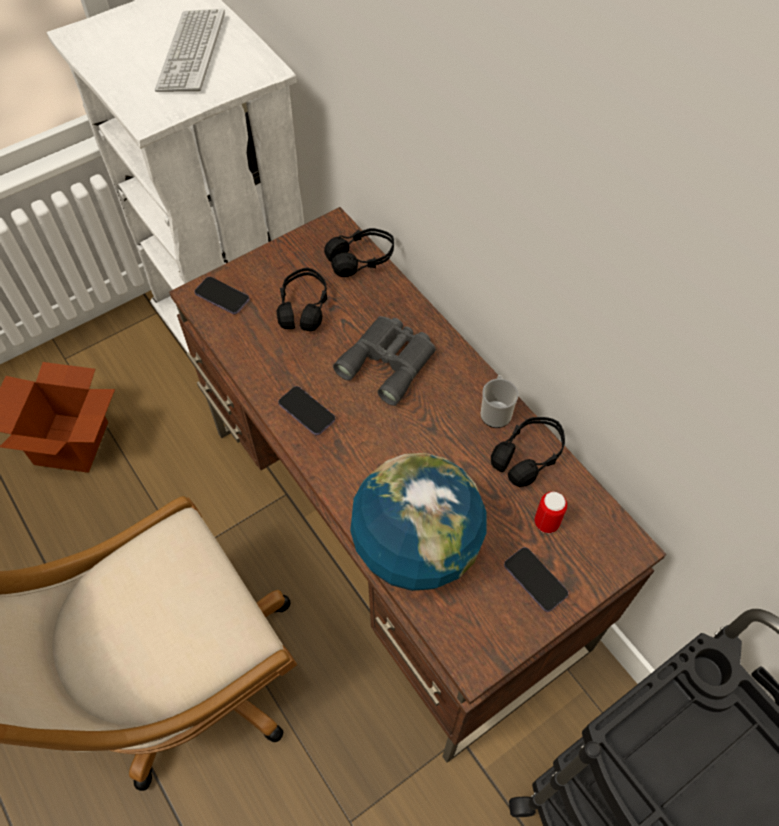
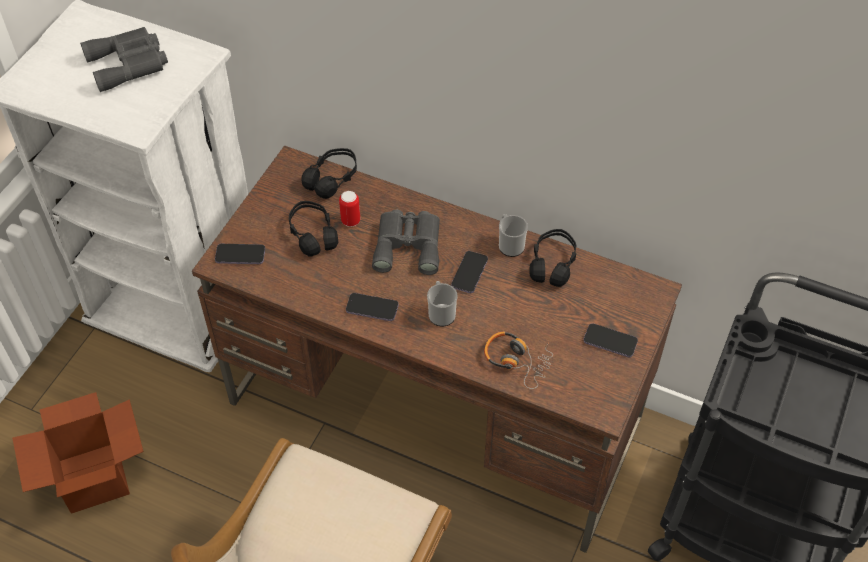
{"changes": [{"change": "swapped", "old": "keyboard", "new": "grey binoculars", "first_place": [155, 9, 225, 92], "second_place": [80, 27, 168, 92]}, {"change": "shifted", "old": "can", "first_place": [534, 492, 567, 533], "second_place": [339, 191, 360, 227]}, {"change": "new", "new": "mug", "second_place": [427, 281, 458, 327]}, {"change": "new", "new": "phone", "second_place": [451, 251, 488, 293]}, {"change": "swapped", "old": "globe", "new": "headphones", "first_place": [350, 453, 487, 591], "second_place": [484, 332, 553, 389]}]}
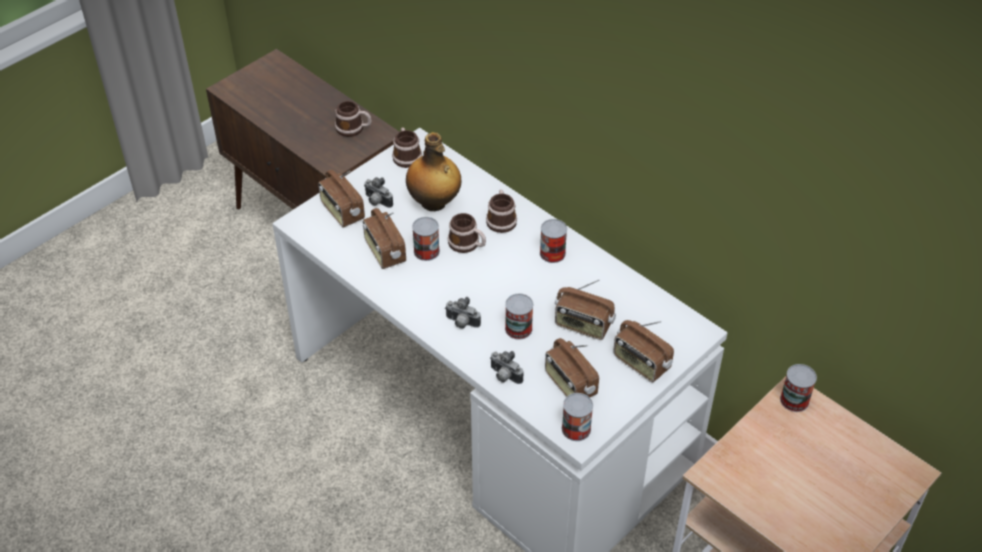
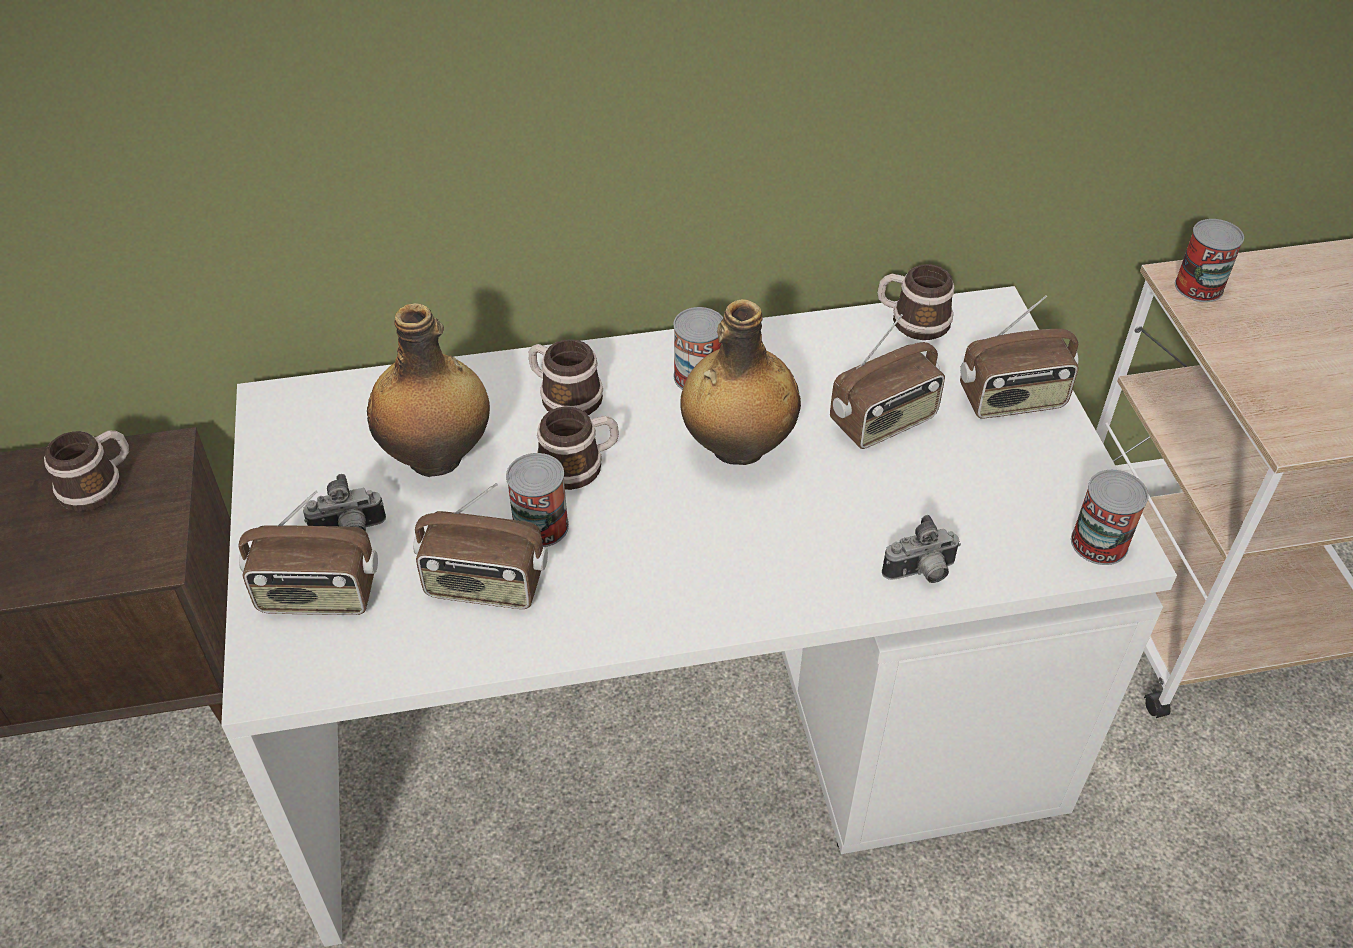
{"changes": [{"change": "new", "new": "bottle", "second_place": [681, 299, 801, 465]}, {"change": "shifted", "old": "mug", "first_place": [392, 128, 422, 168], "second_place": [877, 264, 955, 340]}, {"change": "gone", "old": "photo camera", "first_place": [445, 297, 481, 329]}, {"change": "gone", "old": "can", "first_place": [505, 294, 533, 340]}, {"change": "gone", "old": "radio", "first_place": [545, 338, 599, 397]}]}
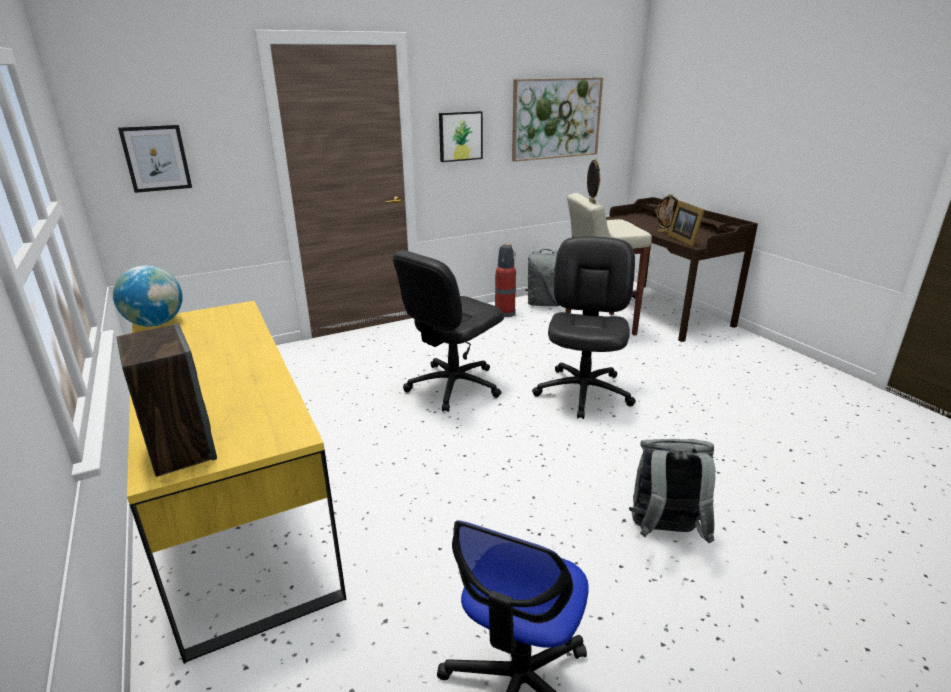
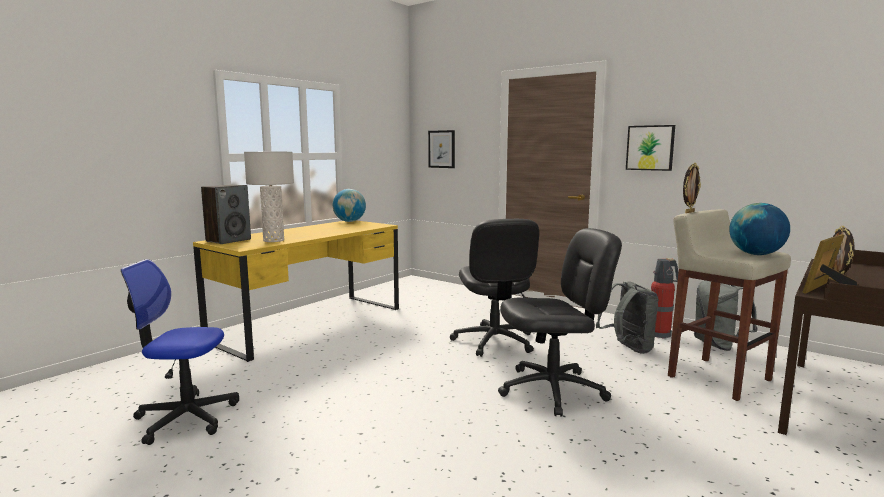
{"changes": [{"change": "new", "new": "white table lamp", "second_place": [244, 152, 294, 242]}, {"change": "rotated", "old": "black office chair", "first_place": [393, 251, 504, 412], "second_place": [450, 219, 539, 357], "degrees": -120}, {"change": "shifted", "old": "grey backpack", "first_place": [629, 439, 715, 543], "second_place": [596, 281, 659, 354]}, {"change": "new", "new": "globe", "second_place": [729, 203, 790, 255]}, {"change": "gone", "old": "picture", "first_place": [512, 78, 603, 162]}]}
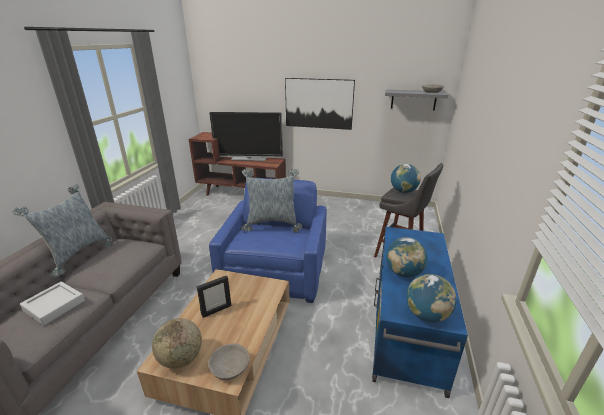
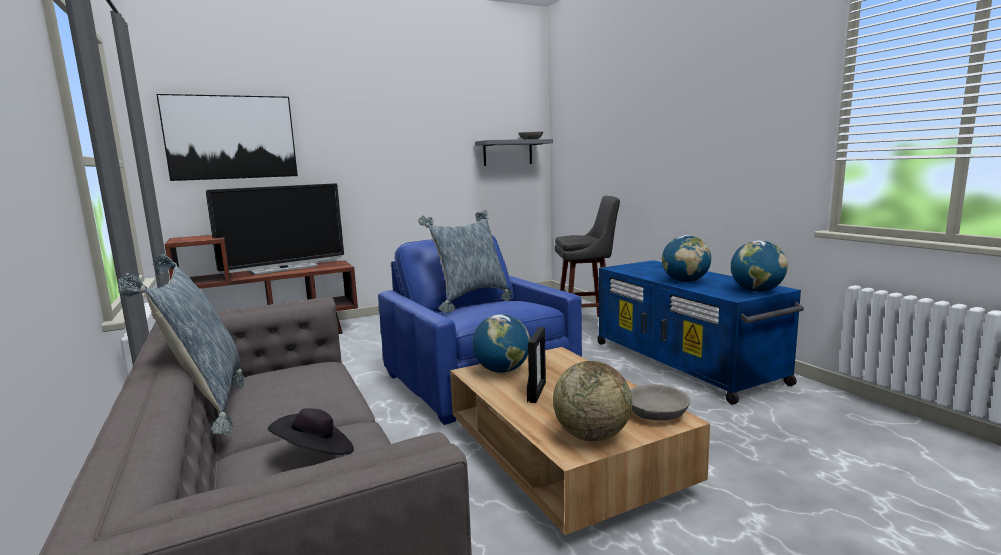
{"changes": [{"change": "shifted", "old": "picture", "first_place": [285, 78, 355, 130], "second_place": [156, 94, 298, 181]}, {"change": "swapped", "old": "grey tray", "new": "black hat", "first_place": [20, 282, 85, 326], "second_place": [268, 408, 354, 455]}, {"change": "shifted", "old": "globe", "first_place": [391, 164, 421, 193], "second_place": [472, 314, 530, 373]}]}
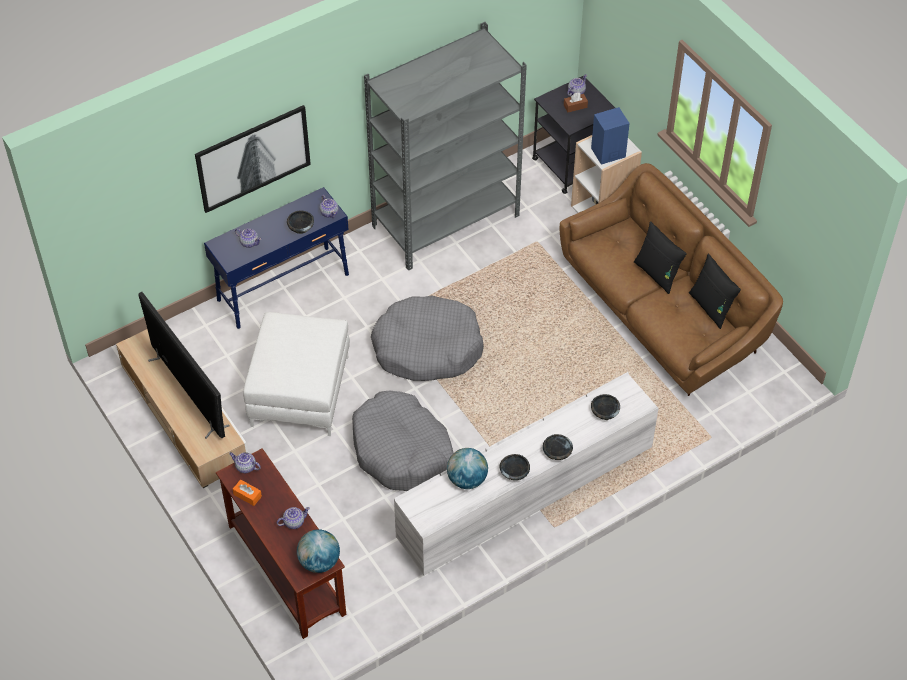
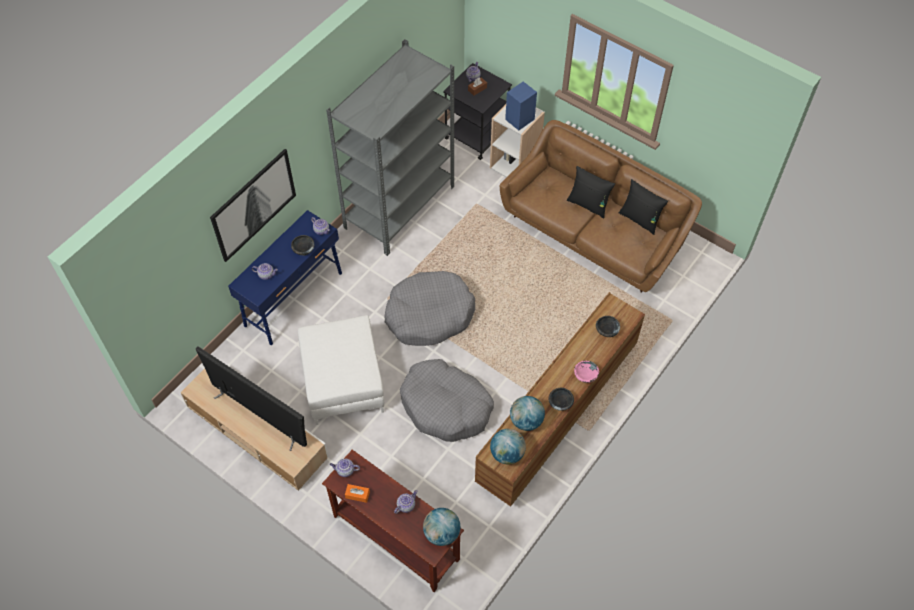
{"changes": [{"change": "repainted", "old": "white cabinet", "new": "brown cabinet", "first_place": [394, 372, 659, 575], "second_place": [475, 292, 645, 507]}, {"change": "new", "new": "globe", "second_place": [490, 429, 526, 465]}, {"change": "repainted", "old": "black bowl", "new": "pink bowl", "first_place": [543, 434, 573, 460], "second_place": [574, 360, 599, 383]}]}
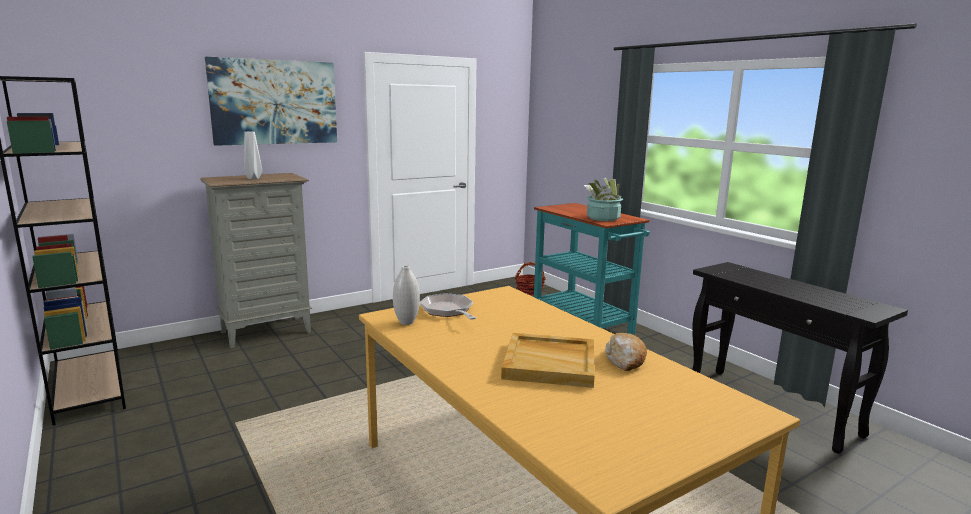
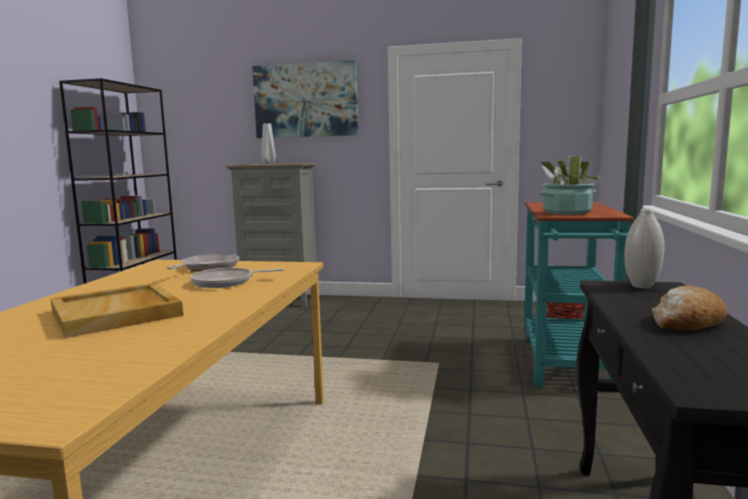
{"changes": [{"change": "new", "new": "frying pan", "second_place": [190, 268, 285, 288]}, {"change": "shifted", "old": "white vase", "first_place": [393, 265, 420, 325], "second_place": [624, 209, 664, 289]}, {"change": "shifted", "old": "bread", "first_place": [605, 333, 647, 371], "second_place": [652, 286, 727, 331]}]}
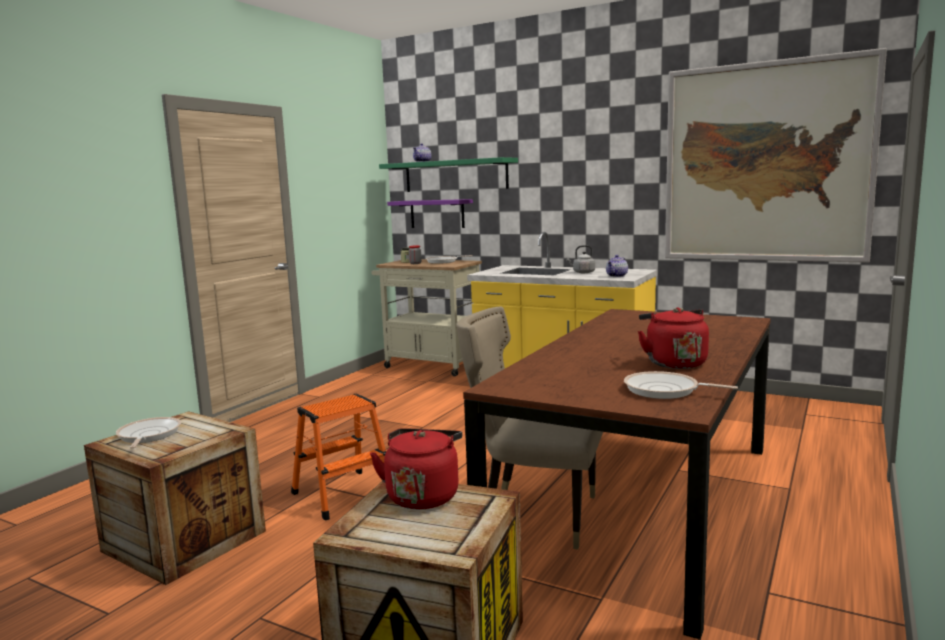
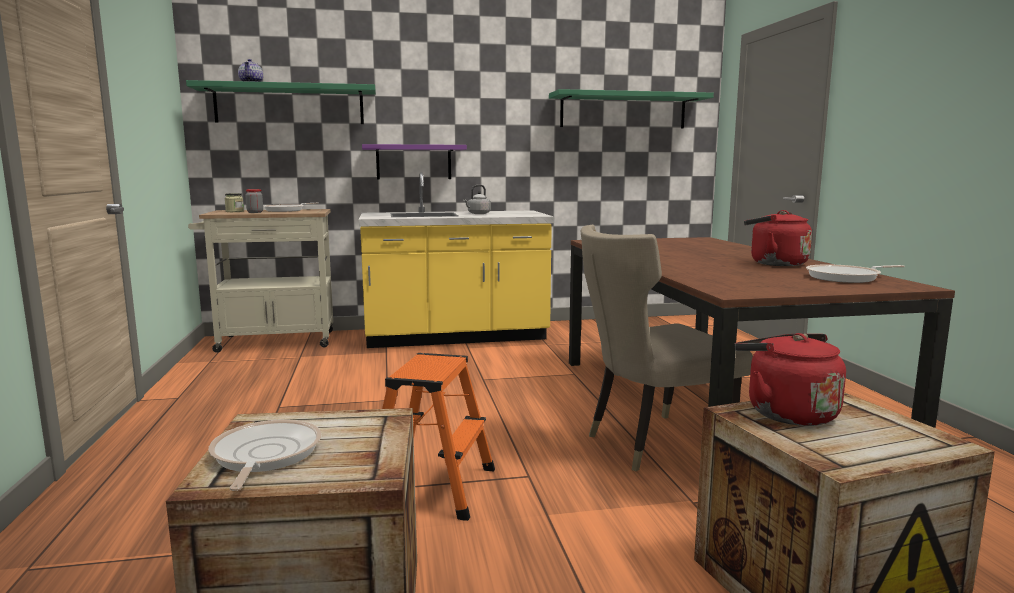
{"changes": [{"change": "rotated", "old": "frying pan", "first_place": [116, 417, 181, 448], "second_place": [209, 420, 322, 491], "degrees": 45}, {"change": "shifted", "old": "purple shelf", "first_place": [387, 199, 473, 228], "second_place": [362, 144, 467, 179]}, {"change": "swapped", "old": "picture", "new": "green shelf", "first_place": [665, 48, 887, 263], "second_place": [549, 89, 714, 129]}, {"change": "gone", "old": "teapot", "first_place": [606, 255, 628, 277]}]}
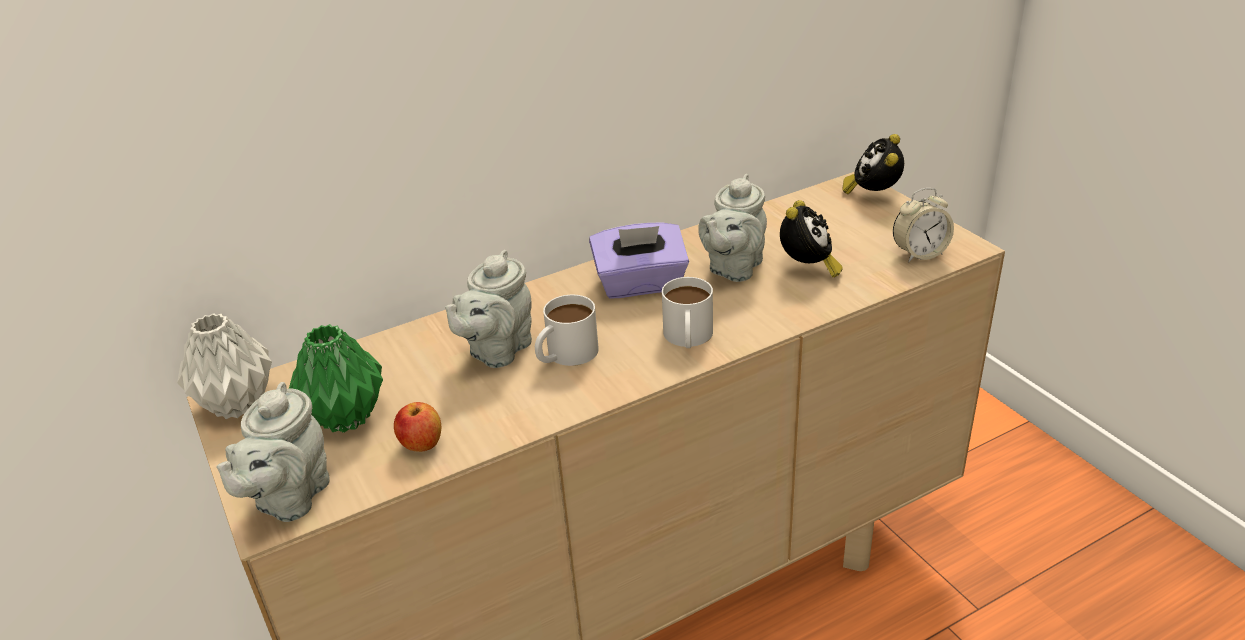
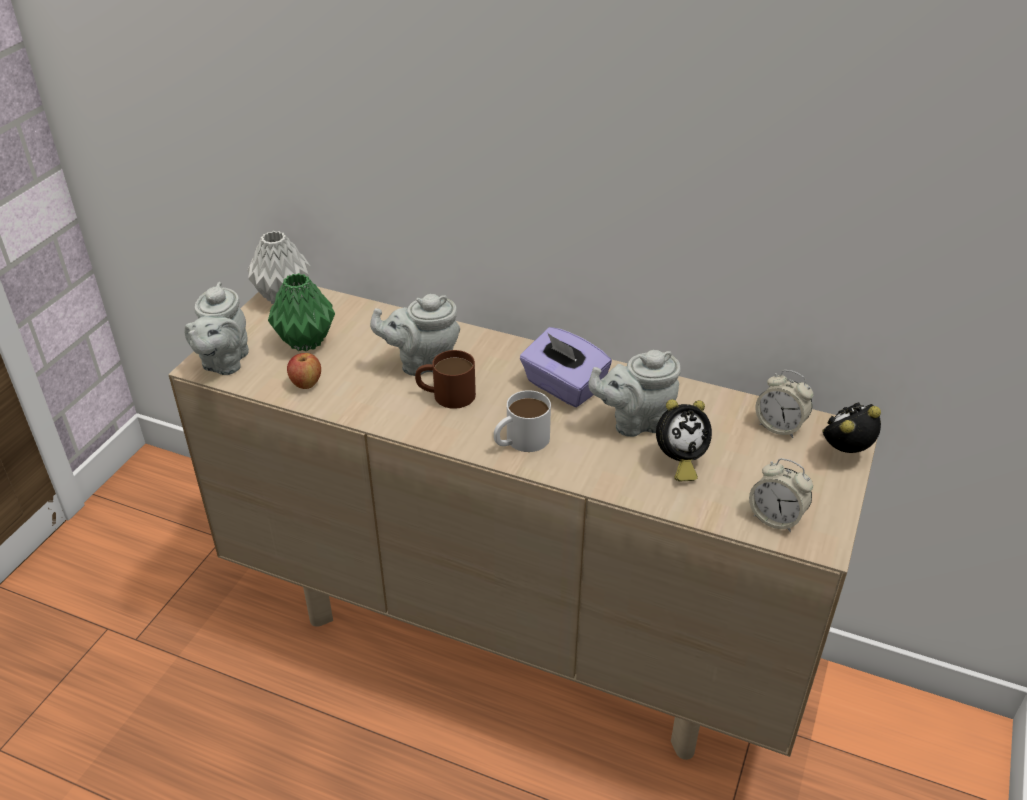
{"changes": [{"change": "rotated", "old": "grey teapot", "first_place": [216, 382, 330, 522], "second_place": [184, 282, 249, 375], "degrees": -60}, {"change": "repainted", "old": "white mug", "new": "brown mug", "first_place": [535, 295, 599, 366], "second_place": [415, 350, 476, 409]}, {"change": "new", "new": "alarm clock", "second_place": [755, 370, 813, 438]}]}
